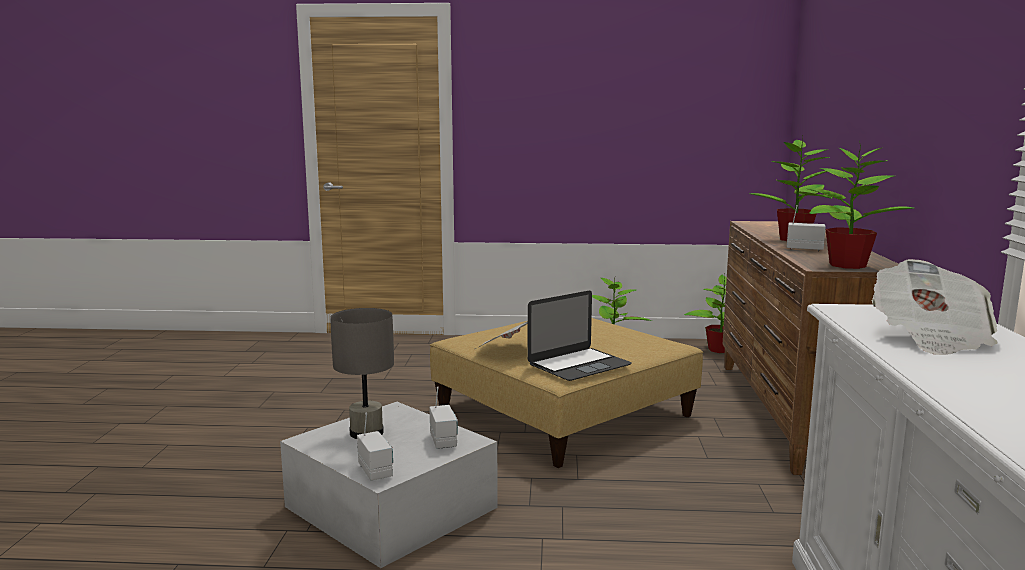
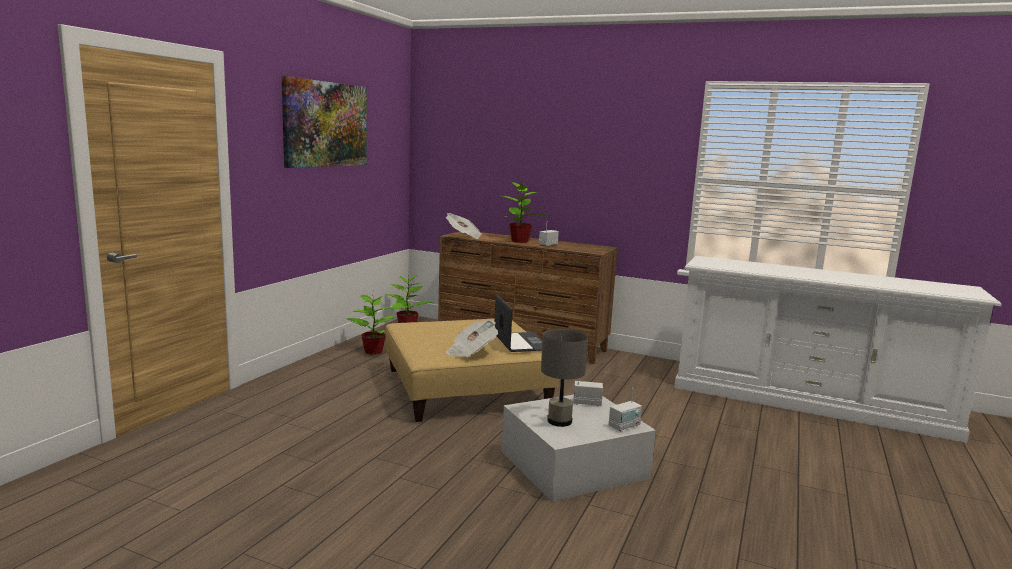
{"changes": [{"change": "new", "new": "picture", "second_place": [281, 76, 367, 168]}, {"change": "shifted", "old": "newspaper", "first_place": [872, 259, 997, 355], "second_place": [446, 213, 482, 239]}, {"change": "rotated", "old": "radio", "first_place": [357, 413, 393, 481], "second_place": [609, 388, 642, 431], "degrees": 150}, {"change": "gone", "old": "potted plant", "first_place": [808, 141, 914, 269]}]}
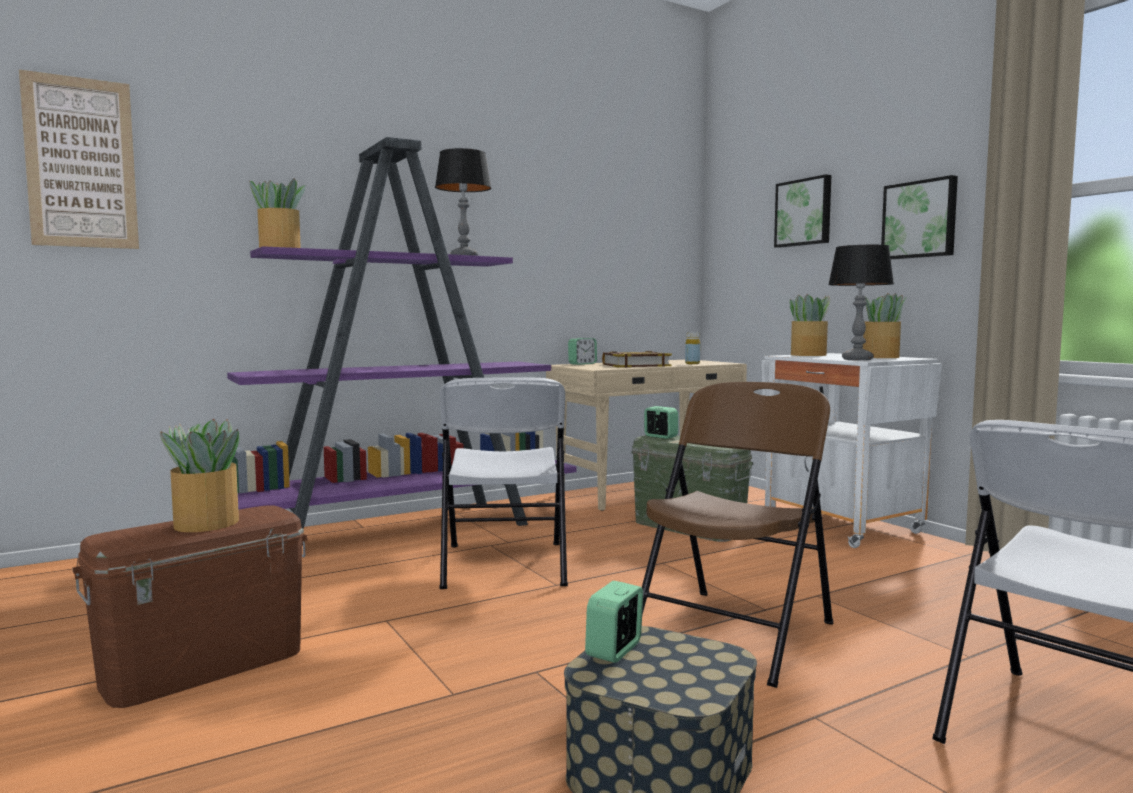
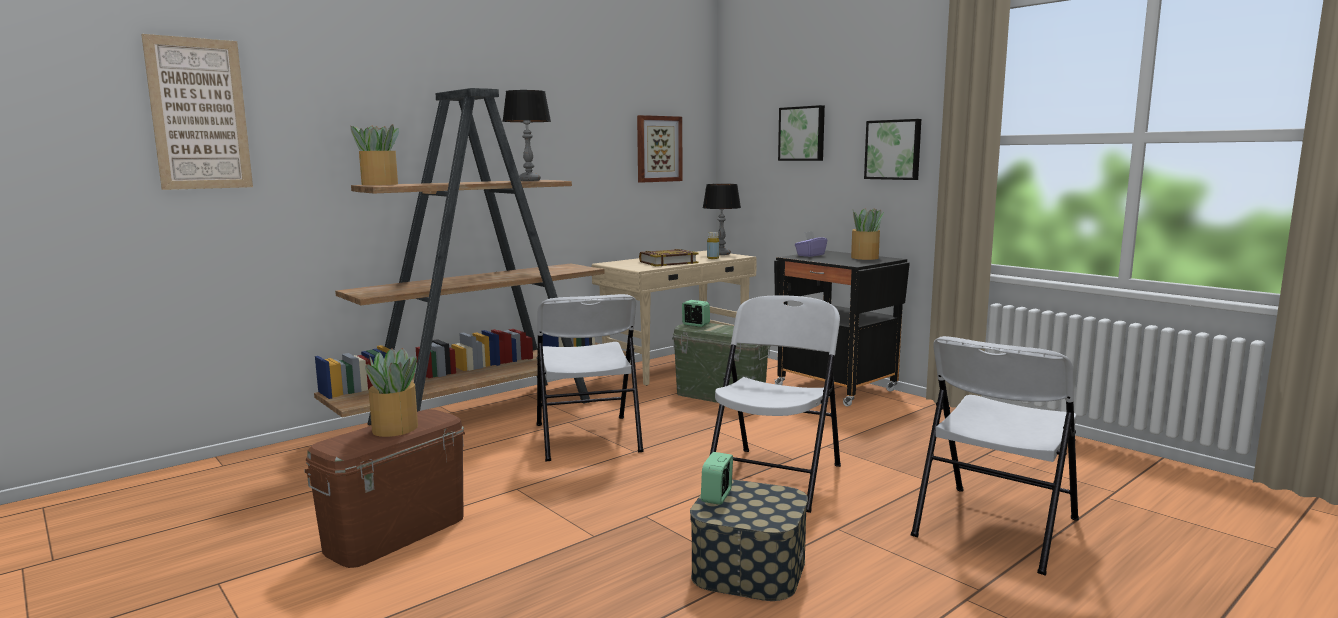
{"changes": [{"change": "repainted", "old": "purple bookcase", "new": "brown bookcase", "first_place": [227, 137, 577, 529], "second_place": [314, 88, 626, 425]}, {"change": "new", "new": "picture", "second_place": [637, 115, 682, 183]}, {"change": "shifted", "old": "table lamp", "first_place": [828, 245, 894, 360], "second_place": [703, 184, 741, 255]}, {"change": "repainted", "old": "brown chair", "new": "white chair", "first_place": [642, 382, 833, 688], "second_place": [710, 295, 841, 513]}, {"change": "repainted", "old": "white cart", "new": "black cart", "first_place": [762, 353, 942, 548], "second_place": [774, 251, 910, 407]}, {"change": "swapped", "old": "potted plant", "new": "purple tissue box", "first_place": [790, 294, 830, 356], "second_place": [795, 231, 827, 257]}, {"change": "gone", "old": "alarm clock", "first_place": [568, 338, 597, 365]}]}
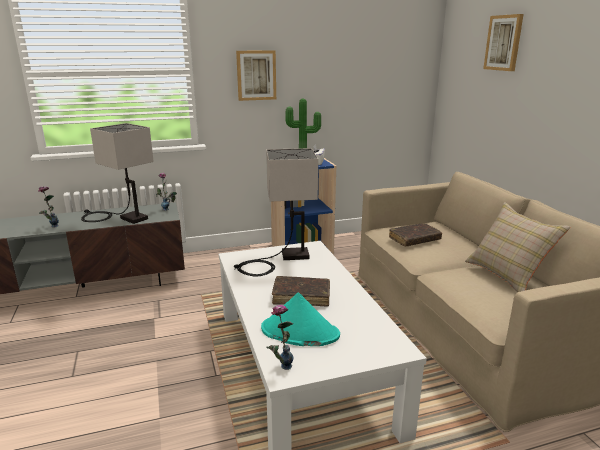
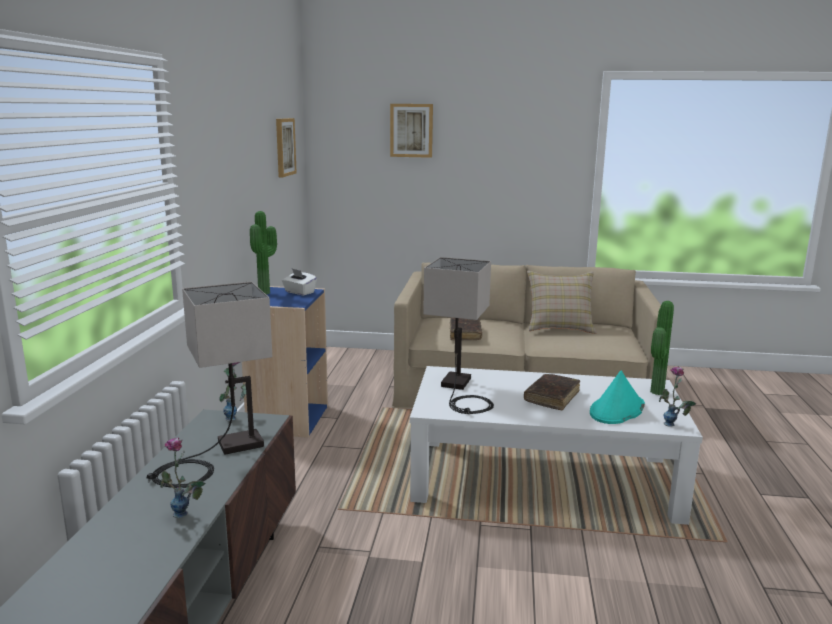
{"changes": [{"change": "shifted", "old": "picture", "first_place": [236, 50, 276, 101], "second_place": [276, 118, 297, 177]}, {"change": "new", "new": "potted plant", "second_place": [650, 301, 674, 395]}]}
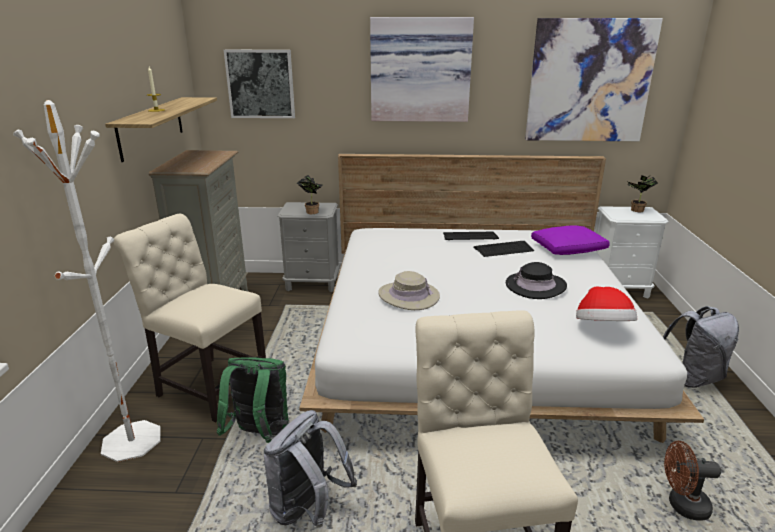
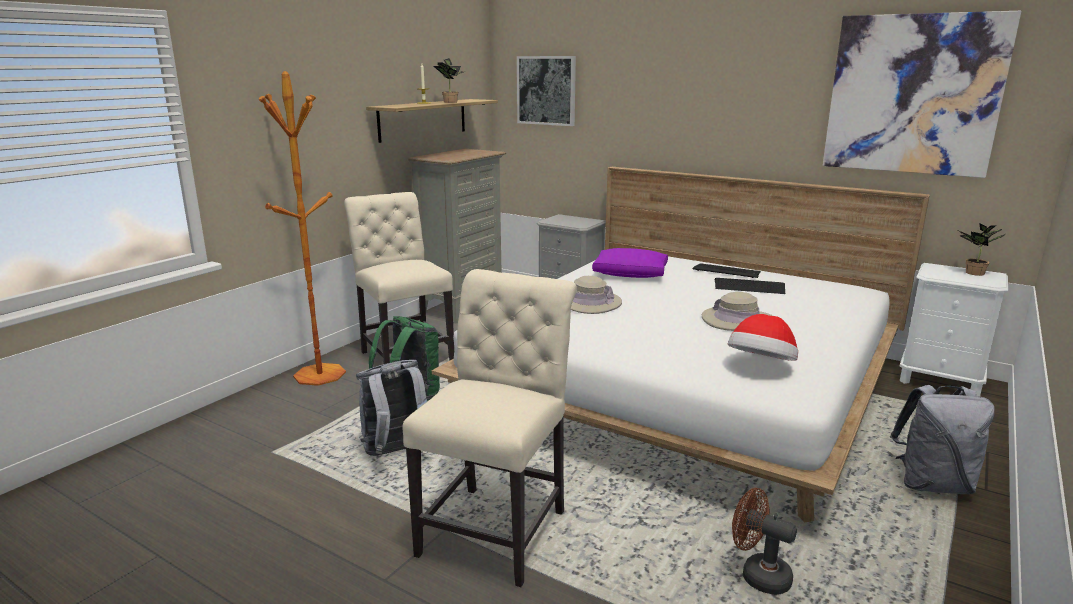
{"changes": [{"change": "repainted", "old": "white clothes rack", "new": "orange clothes rack", "first_place": [13, 100, 161, 462], "second_place": [259, 71, 346, 386]}, {"change": "shifted", "old": "potted plant", "first_place": [297, 175, 323, 214], "second_place": [434, 58, 465, 103]}, {"change": "shifted", "old": "purple pillow", "first_place": [531, 225, 610, 255], "second_place": [592, 248, 668, 278]}, {"change": "repainted", "old": "black hat", "new": "beige hat", "first_place": [506, 262, 567, 299], "second_place": [702, 292, 773, 331]}, {"change": "gone", "old": "picture", "first_place": [370, 17, 474, 122]}]}
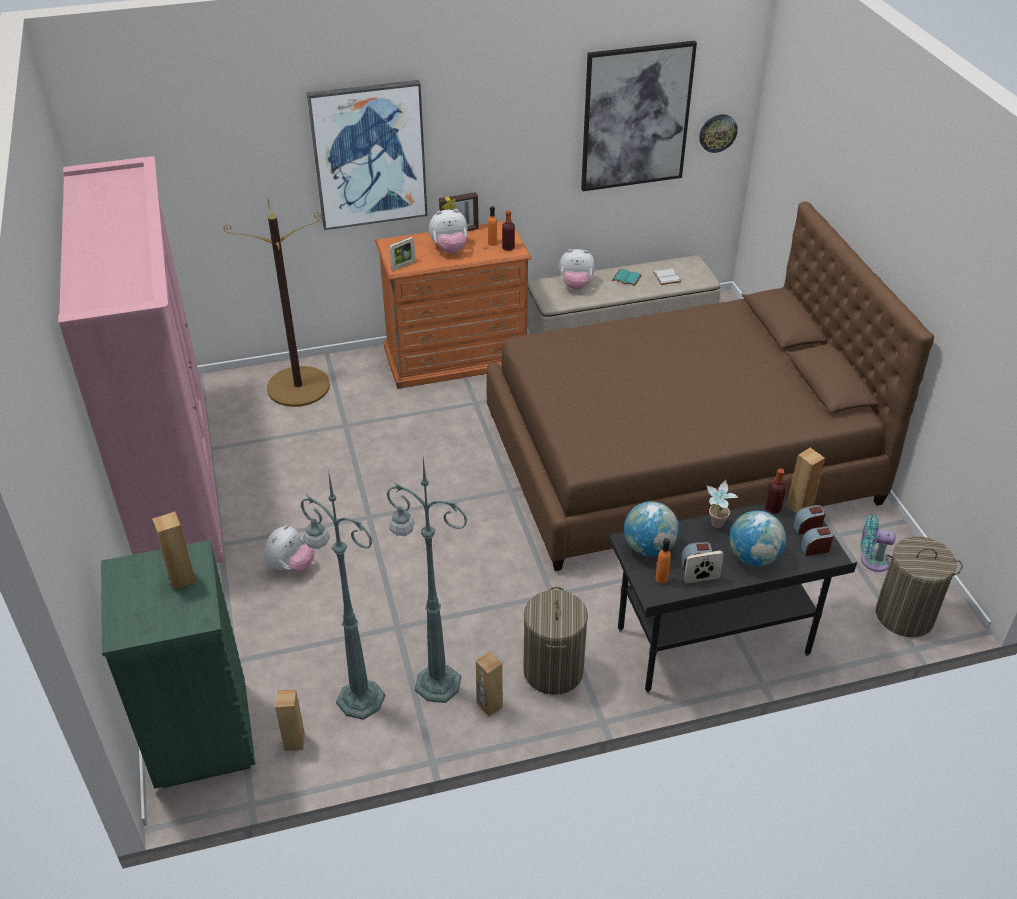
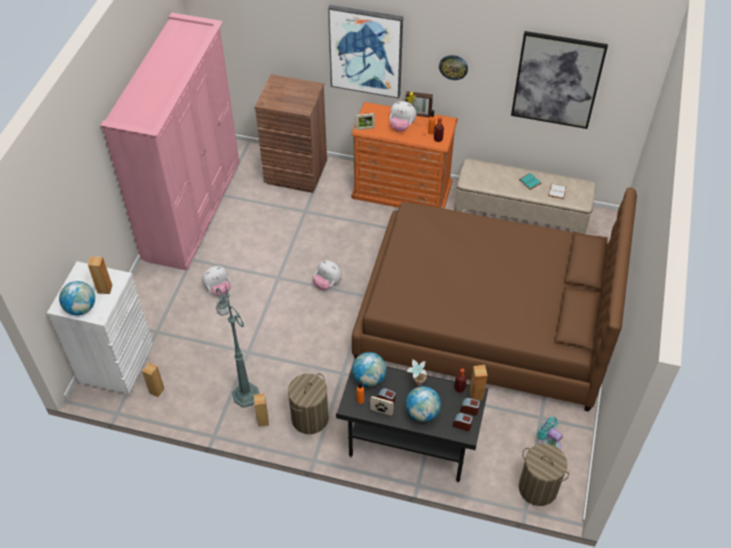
{"changes": [{"change": "repainted", "old": "green dresser", "new": "white dresser", "first_place": [101, 540, 255, 789], "second_place": [47, 261, 153, 394]}, {"change": "new", "new": "globe", "second_place": [59, 281, 95, 316]}, {"change": "swapped", "old": "brown clothes rack", "new": "brown dresser", "first_place": [223, 197, 330, 407], "second_place": [254, 74, 327, 193]}, {"change": "shifted", "old": "plush toy", "first_place": [559, 249, 595, 290], "second_place": [313, 260, 342, 290]}, {"change": "shifted", "old": "wall clock", "first_place": [699, 114, 738, 153], "second_place": [439, 55, 468, 80]}, {"change": "gone", "old": "green floor lamp", "first_place": [300, 470, 385, 720]}]}
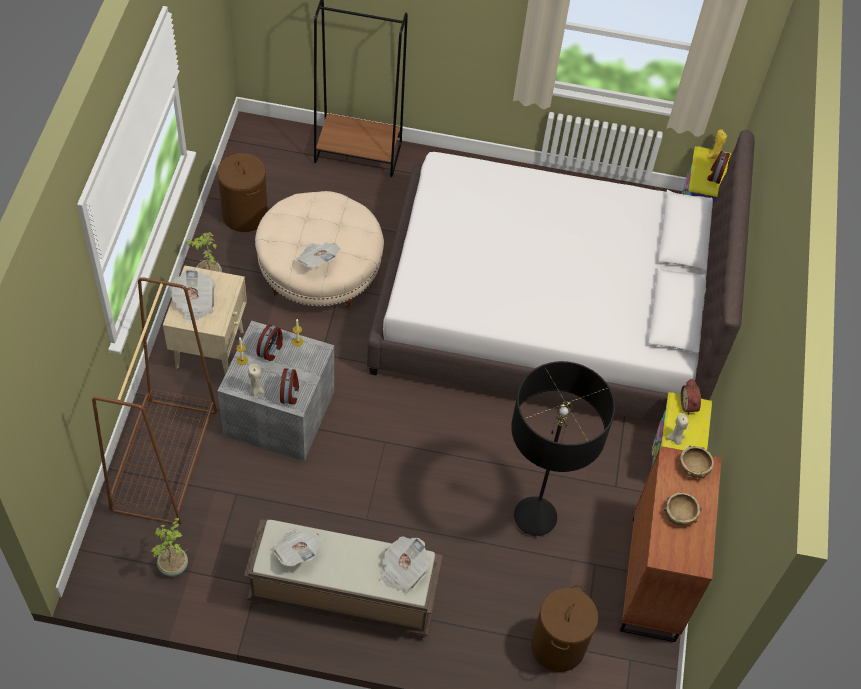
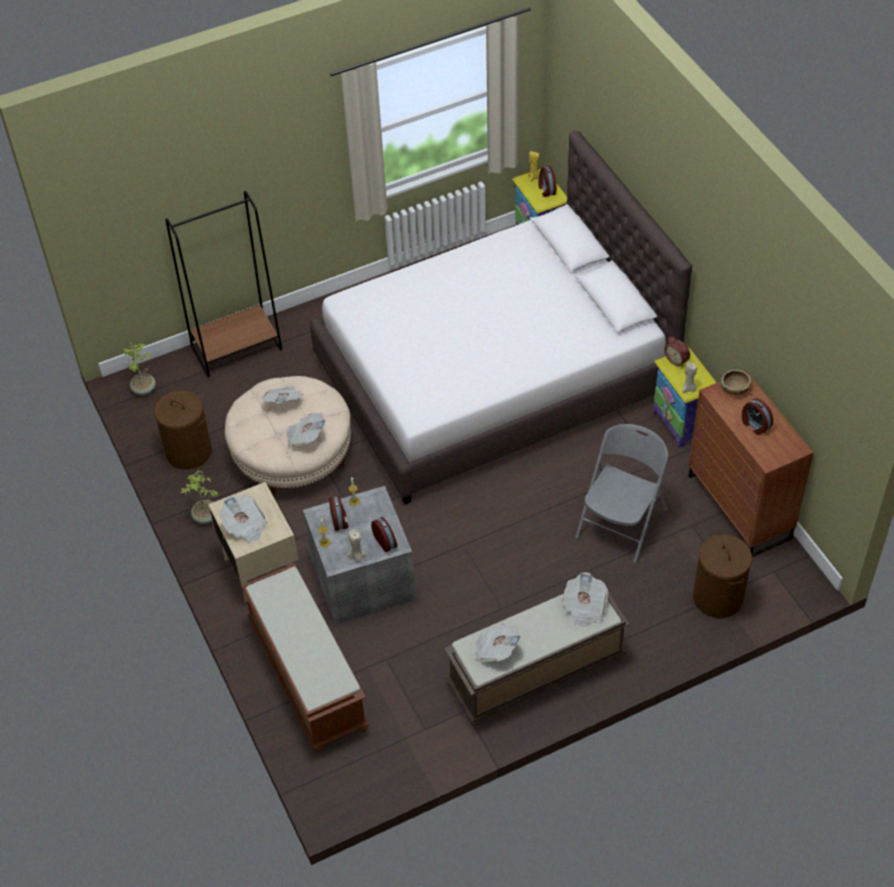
{"changes": [{"change": "shifted", "old": "potted plant", "first_place": [151, 518, 188, 576], "second_place": [124, 342, 156, 395]}, {"change": "swapped", "old": "brown clothes rack", "new": "brown bench", "first_place": [92, 277, 217, 525], "second_place": [241, 563, 369, 752]}, {"change": "new", "new": "newspaper", "second_place": [262, 385, 303, 403]}, {"change": "swapped", "old": "black floor lamp", "new": "grey chair", "first_place": [511, 361, 615, 536], "second_place": [575, 424, 668, 564]}, {"change": "swapped", "old": "brown bowl", "new": "alarm clock", "first_place": [664, 492, 702, 526], "second_place": [742, 398, 773, 435]}]}
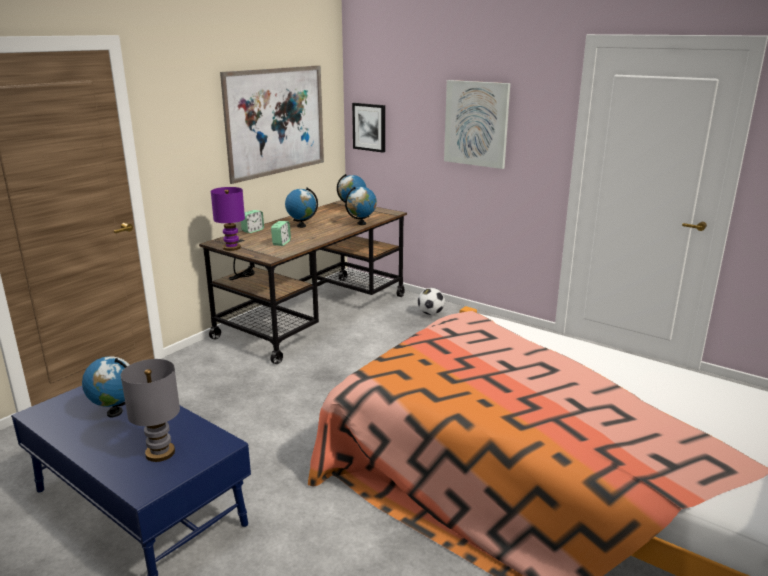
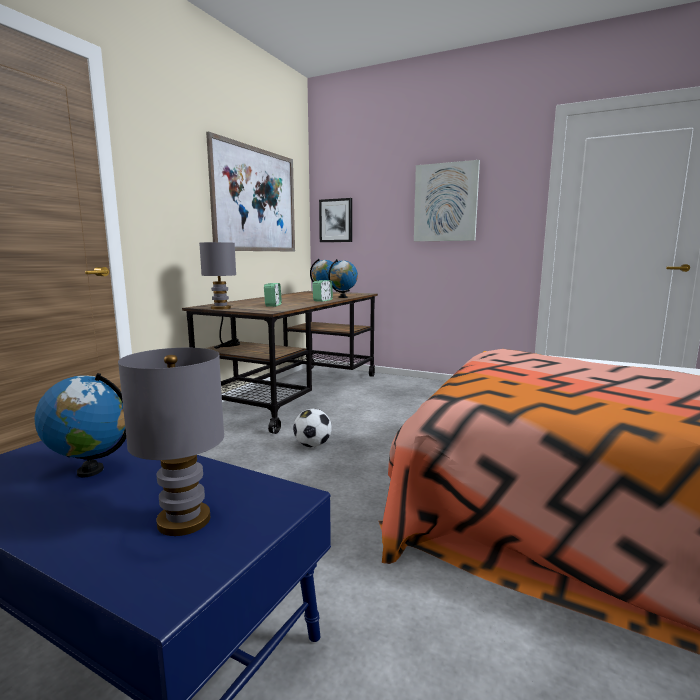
{"changes": [{"change": "repainted", "old": "purple table lamp", "new": "grey table lamp", "first_place": [211, 187, 245, 251], "second_place": [199, 242, 236, 310]}, {"change": "shifted", "old": "football", "first_place": [418, 288, 445, 315], "second_place": [293, 408, 332, 447]}, {"change": "shifted", "old": "alarm clock", "first_place": [241, 210, 264, 233], "second_place": [312, 280, 333, 302]}, {"change": "gone", "old": "globe", "first_place": [285, 188, 318, 228]}]}
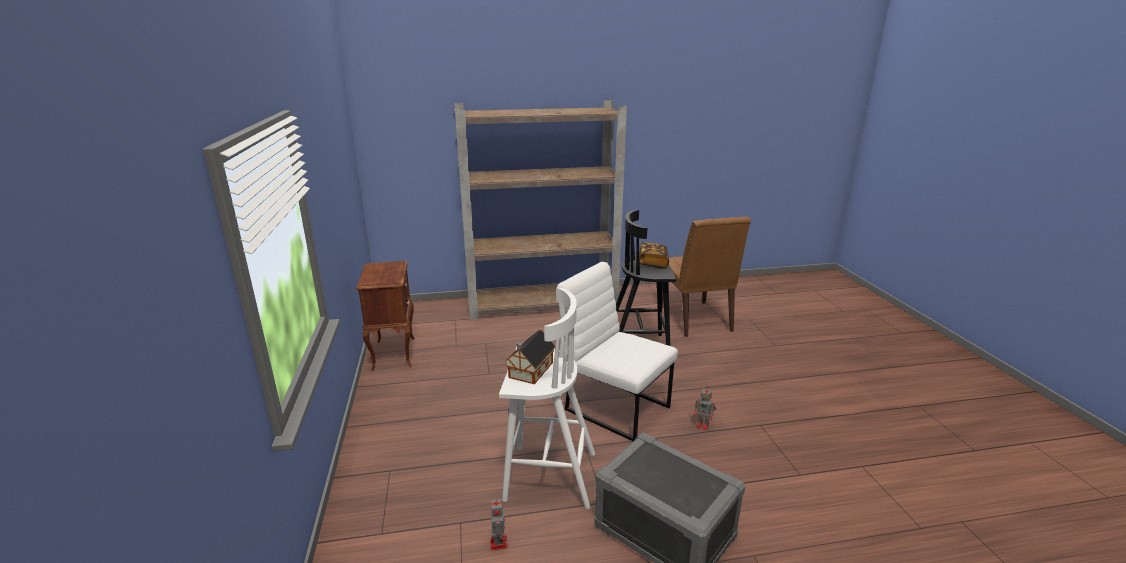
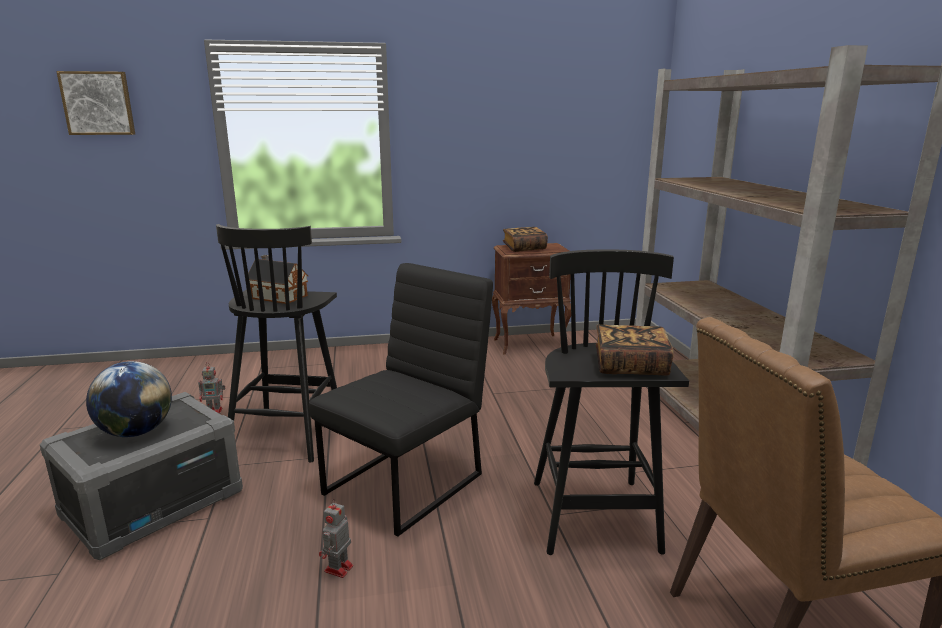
{"changes": [{"change": "new", "new": "picture", "second_place": [56, 71, 135, 135]}, {"change": "new", "new": "globe", "second_place": [86, 361, 172, 437]}, {"change": "repainted", "old": "white stool", "new": "black stool", "first_place": [499, 287, 595, 509], "second_place": [216, 224, 337, 463]}, {"change": "repainted", "old": "white chair", "new": "black chair", "first_place": [557, 262, 678, 441], "second_place": [309, 263, 493, 537]}, {"change": "new", "new": "book", "second_place": [503, 227, 548, 252]}]}
